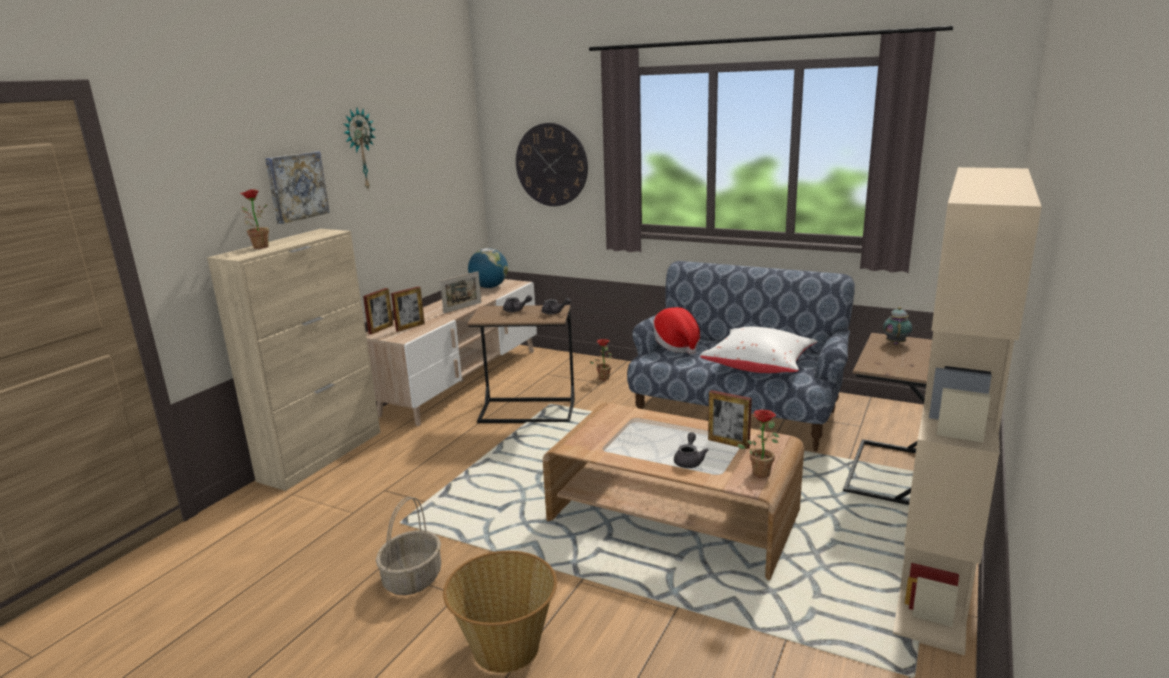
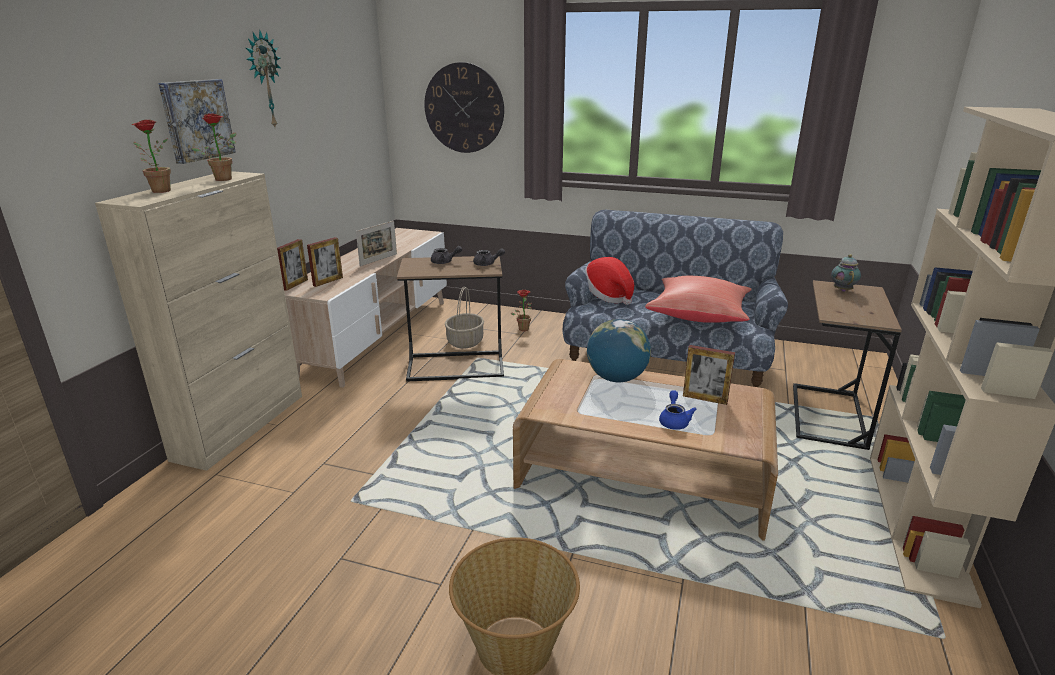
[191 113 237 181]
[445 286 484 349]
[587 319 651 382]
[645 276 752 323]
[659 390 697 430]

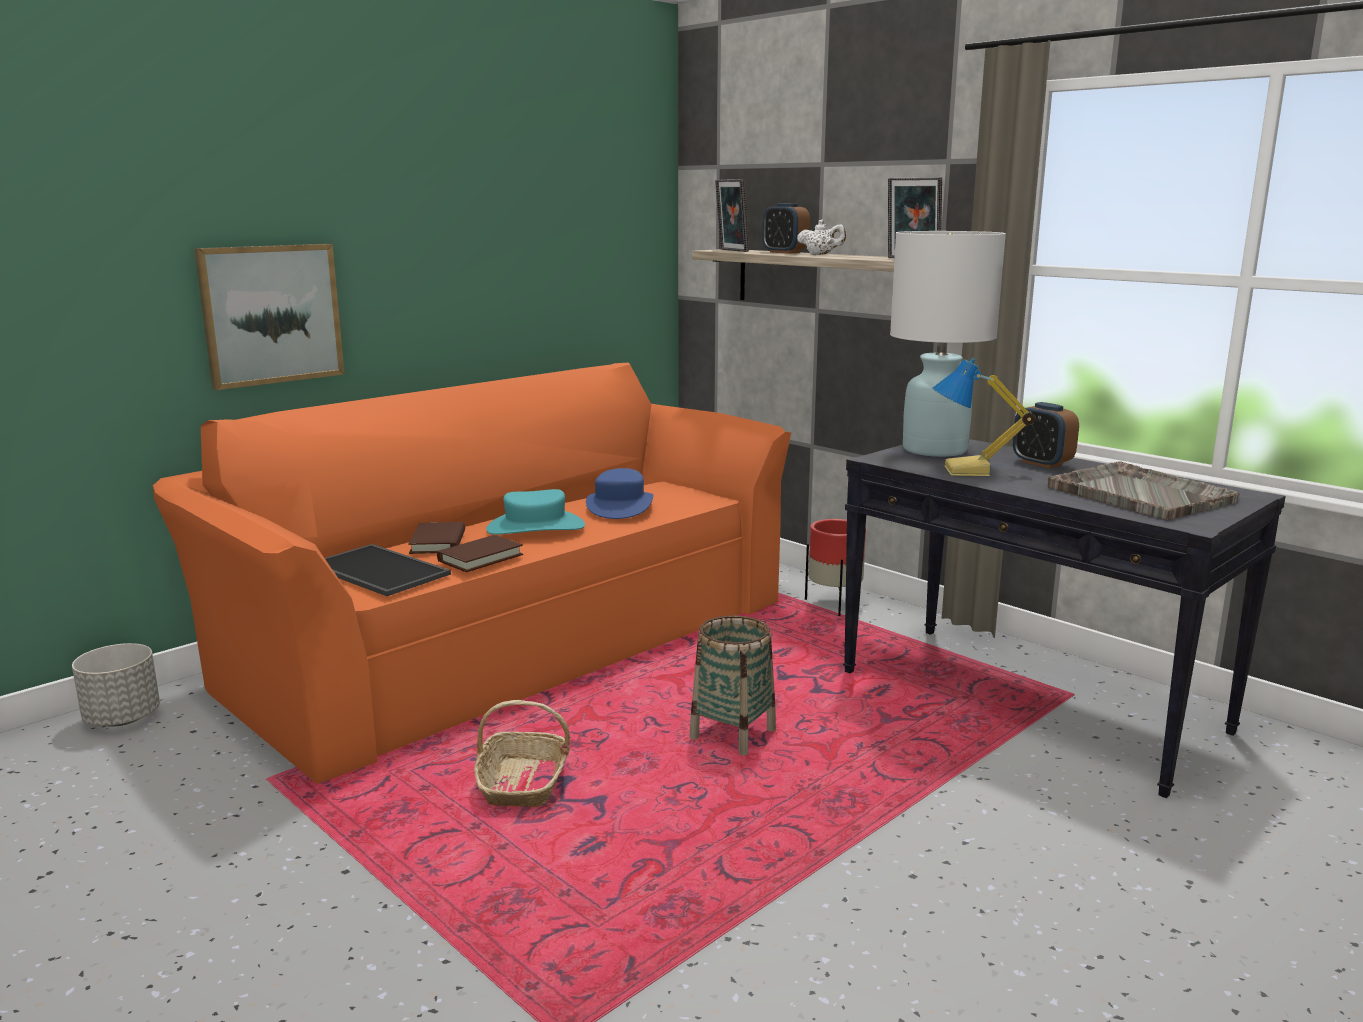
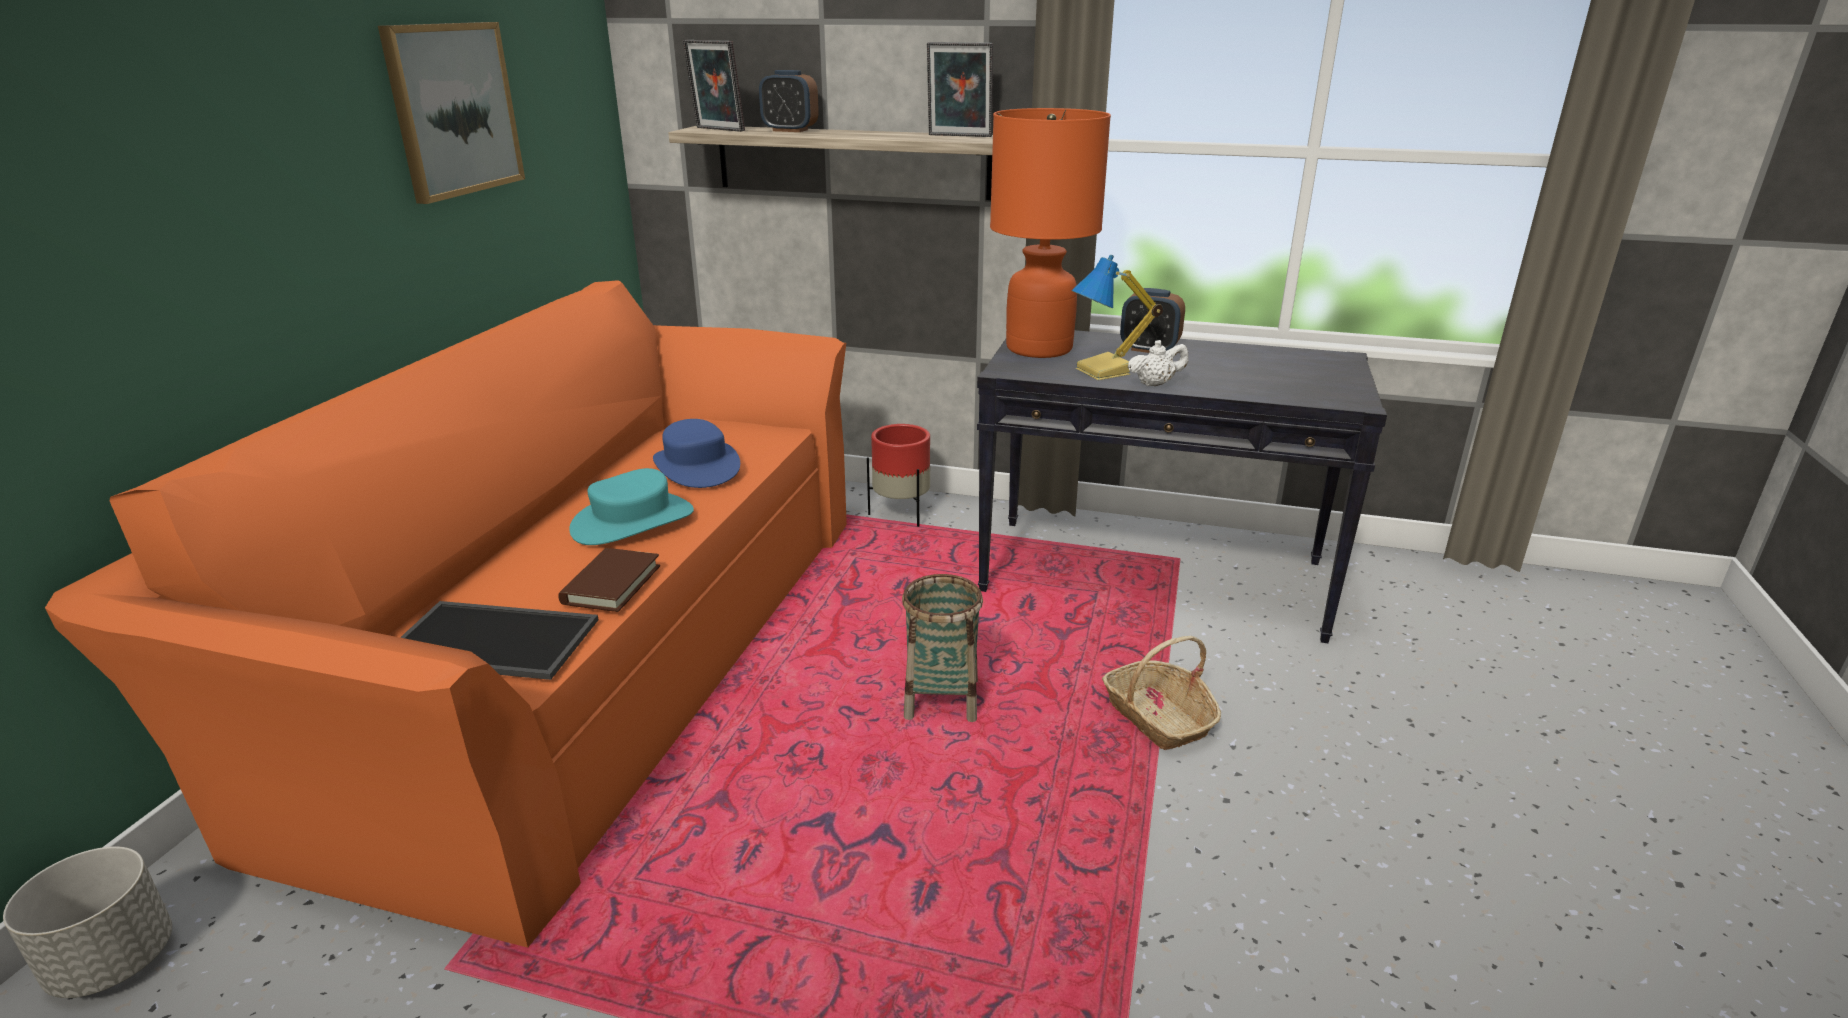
[378 22 525 204]
[990 108 1111 358]
[1102 636 1221 750]
[1128 340 1189 386]
[408 522 465 554] (first image)
[1048 462 1240 520] (first image)

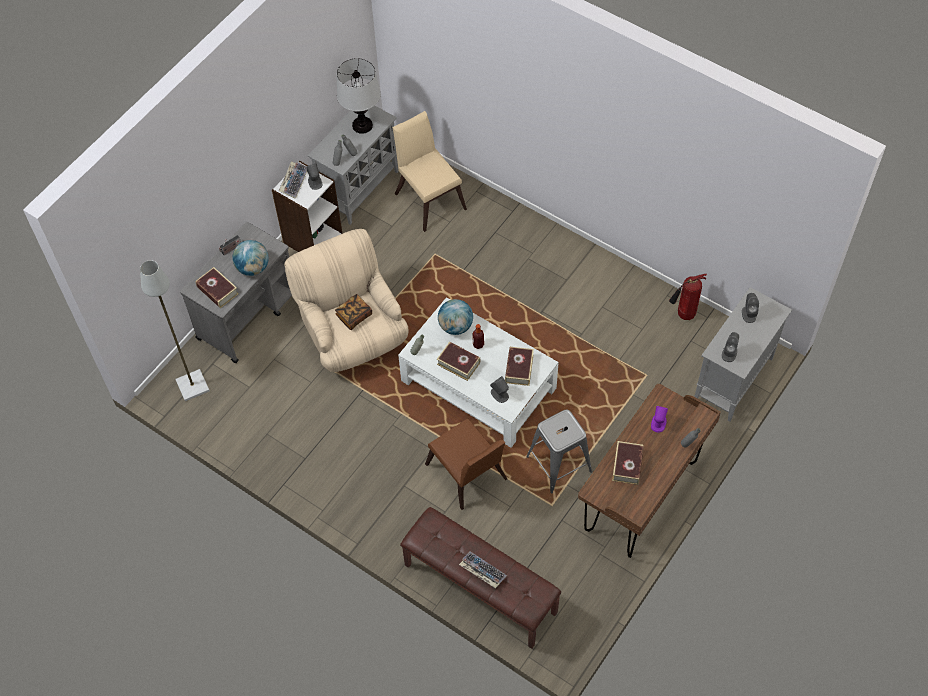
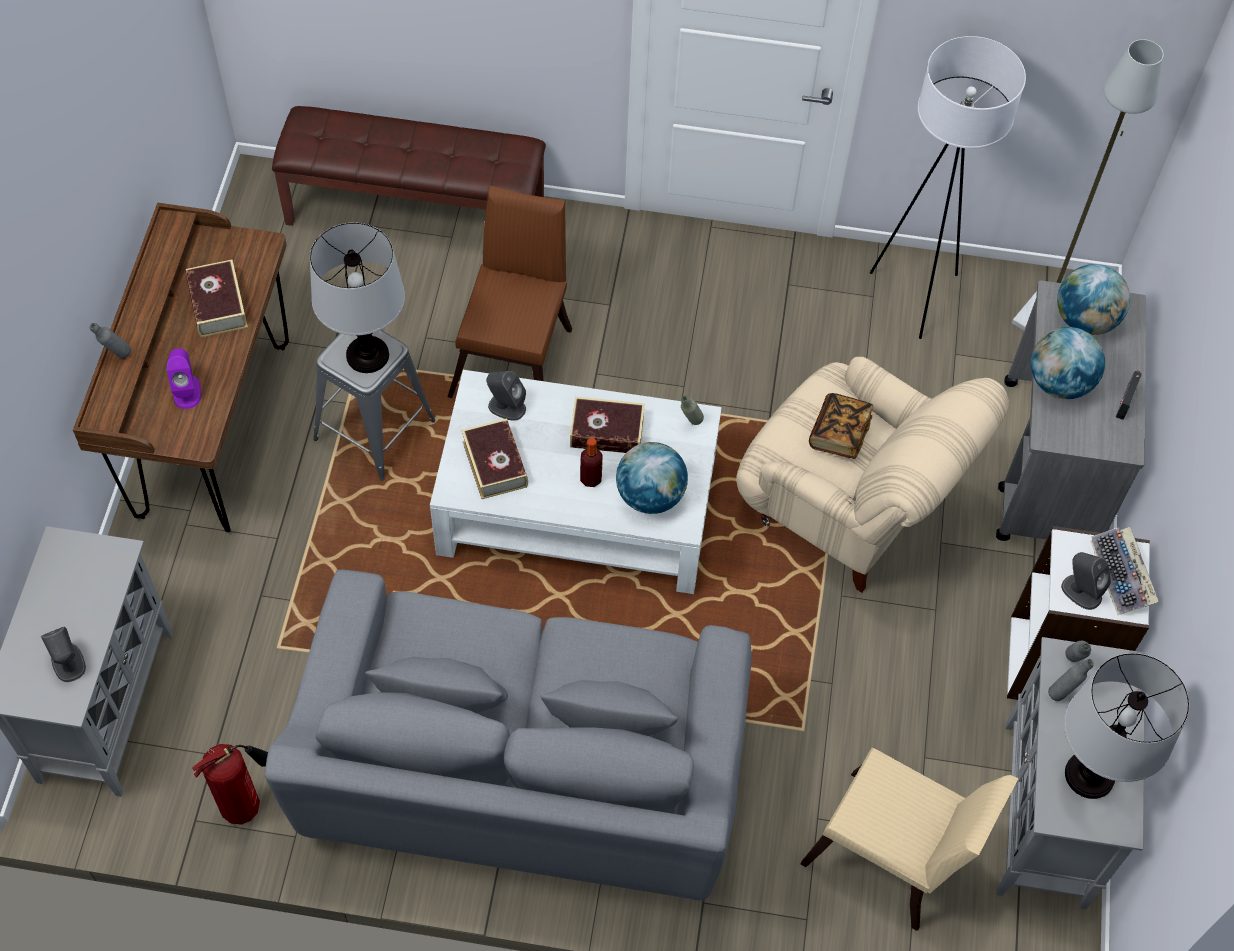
[264 569 752 901]
[310 223 405 373]
[448 186 572 398]
[870 36 1026 339]
[1057 264 1130 335]
[459 551 507 588] (first image)
[722 332 739 362] (first image)

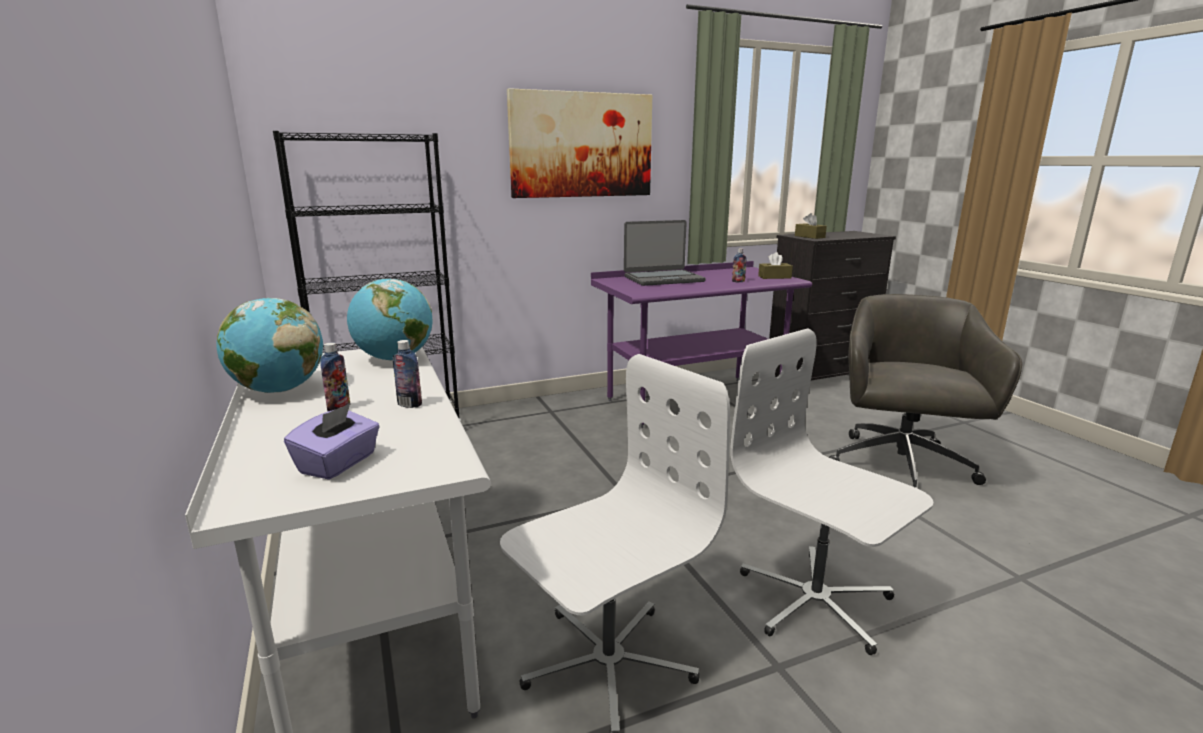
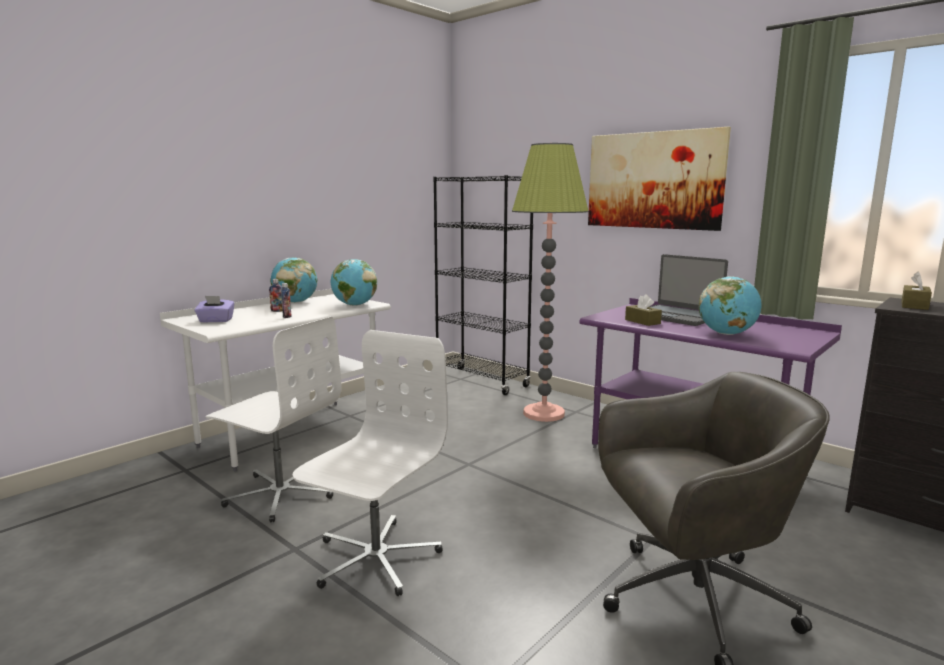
[512 143 589 422]
[625 294 662 326]
[699 276 761 335]

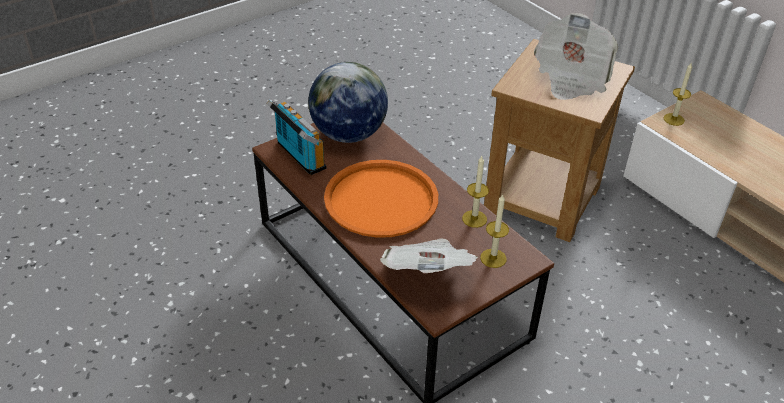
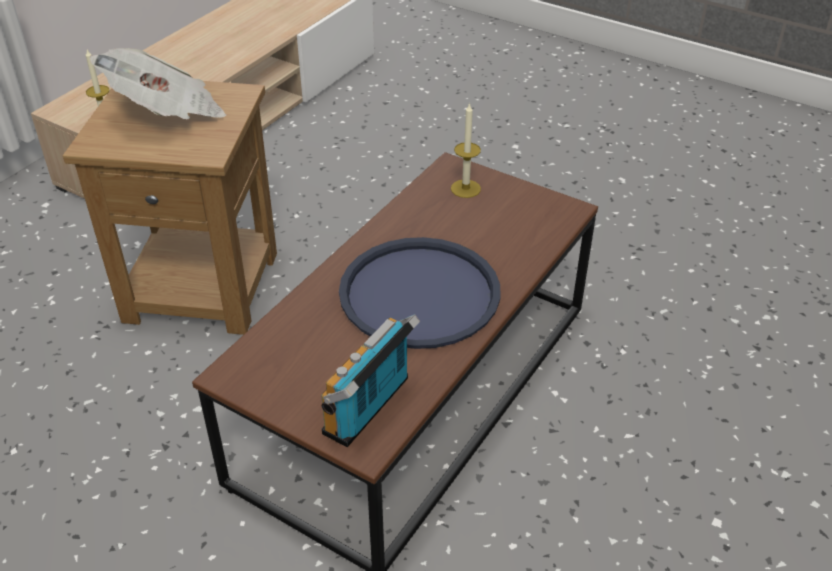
[339 237 500 349]
[308 62 388 143] (first image)
[380 238 478 273] (first image)
[462 156 489 228] (first image)

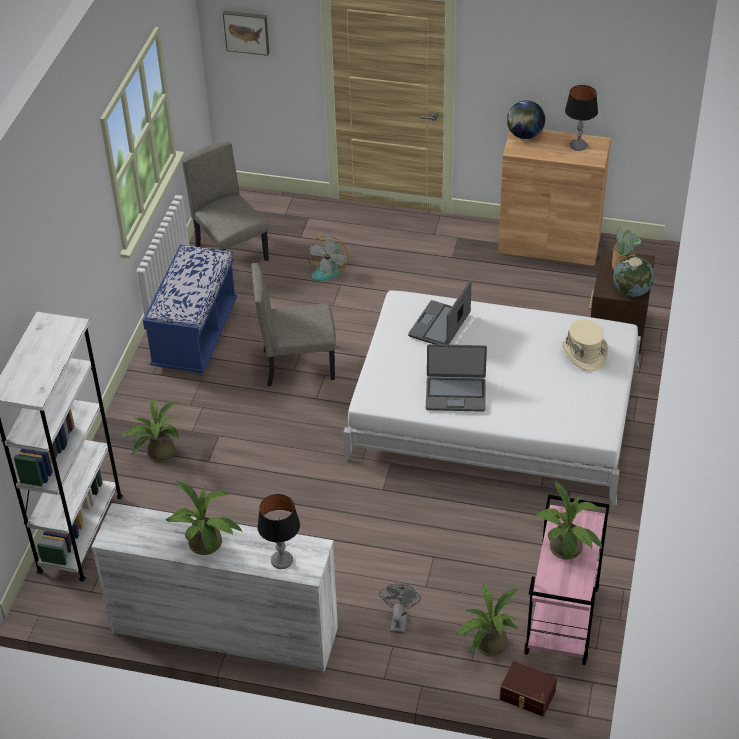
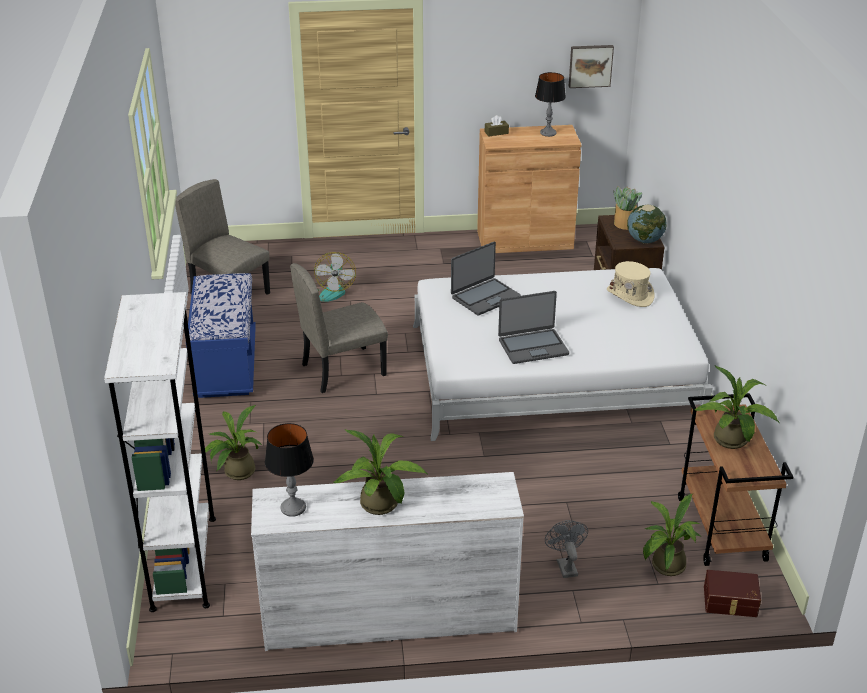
[265 423 314 517]
[451 242 521 316]
[485 115 509 137]
[569 45 614 88]
[678 393 793 566]

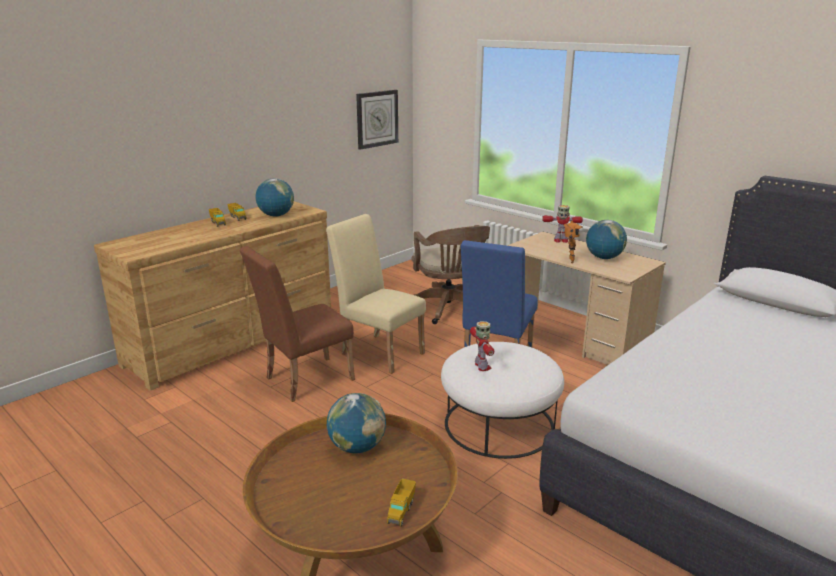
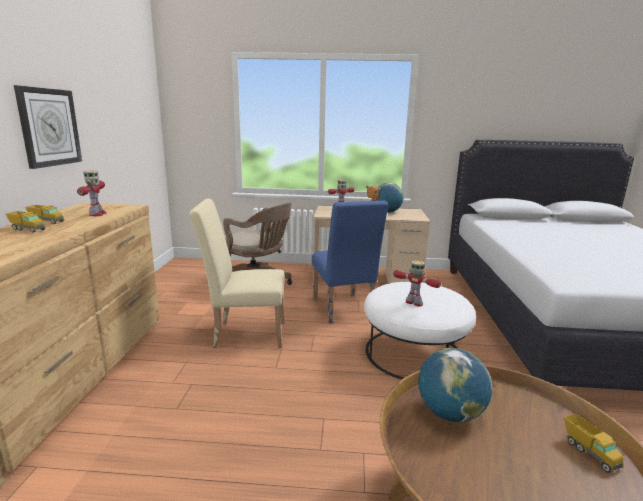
[14 85 82 169]
[77 170 107 216]
[240 246 355 402] (first image)

